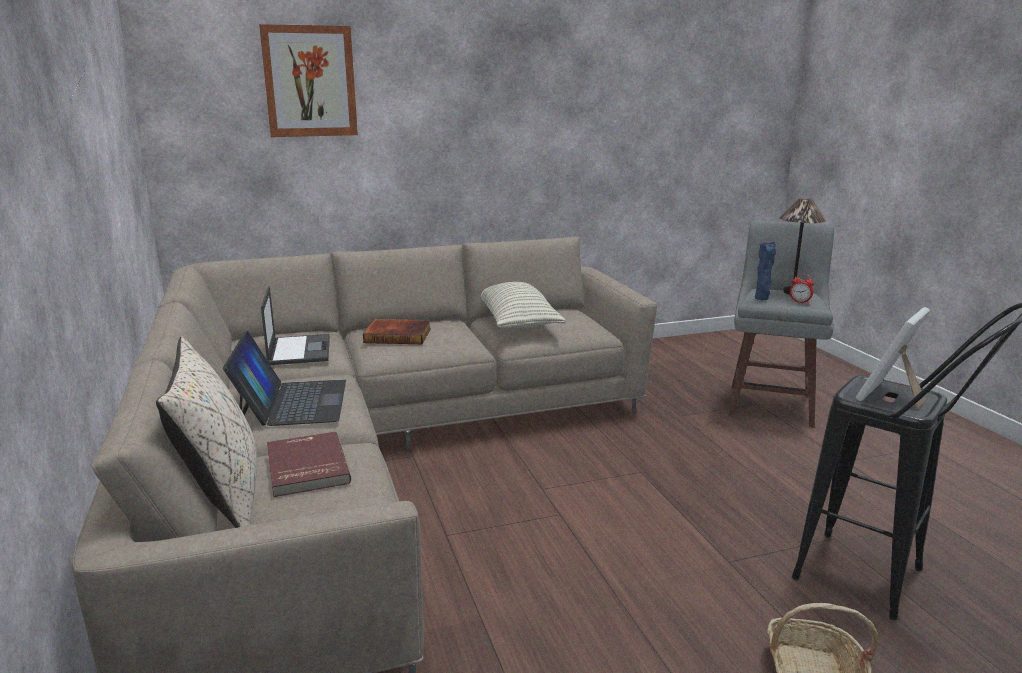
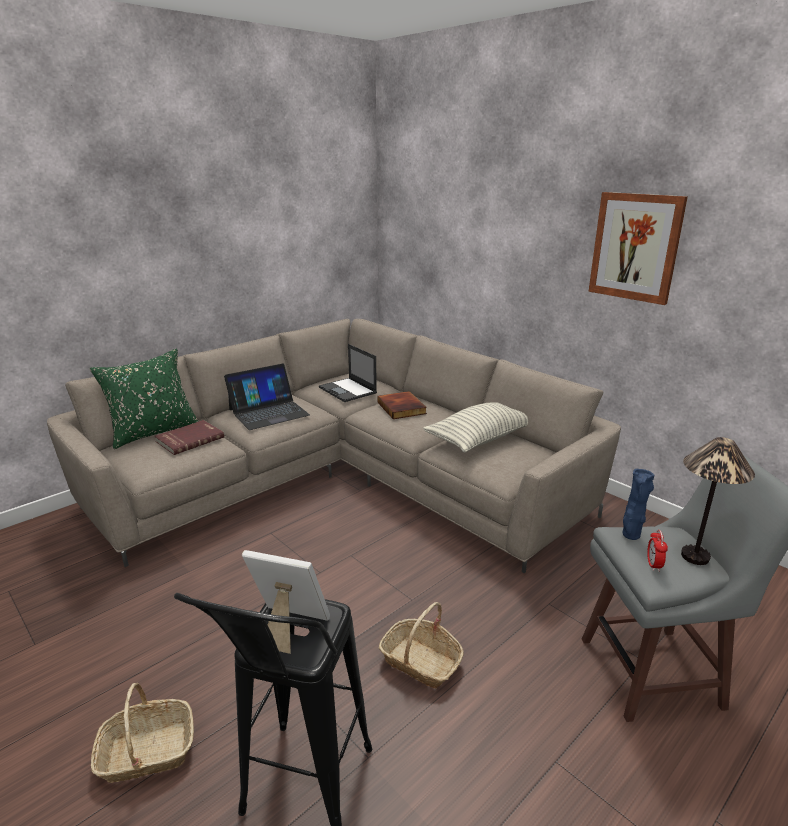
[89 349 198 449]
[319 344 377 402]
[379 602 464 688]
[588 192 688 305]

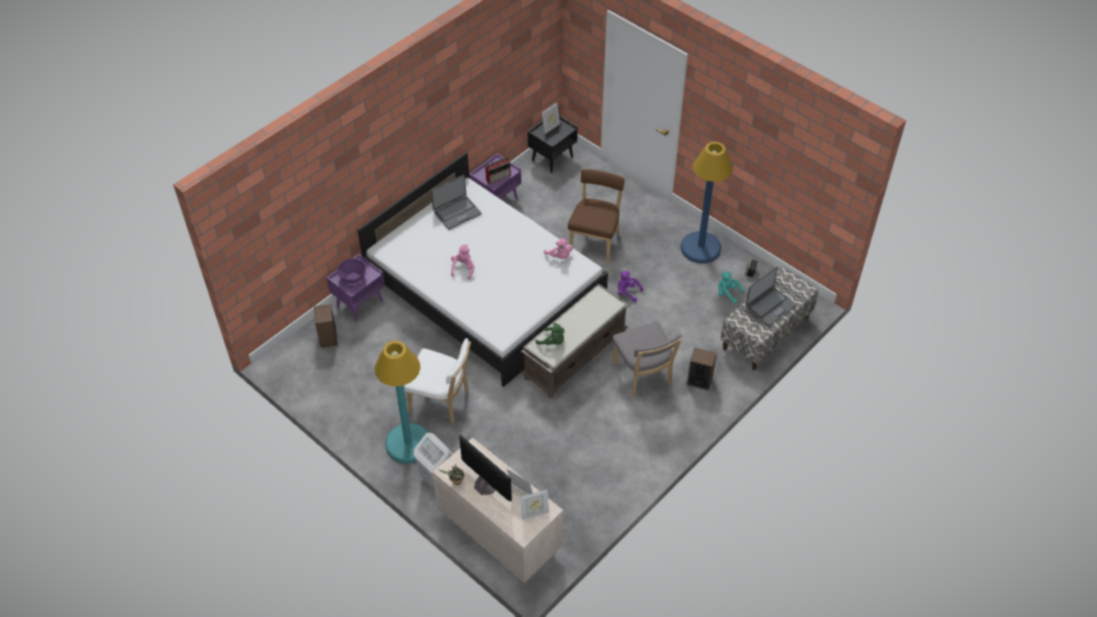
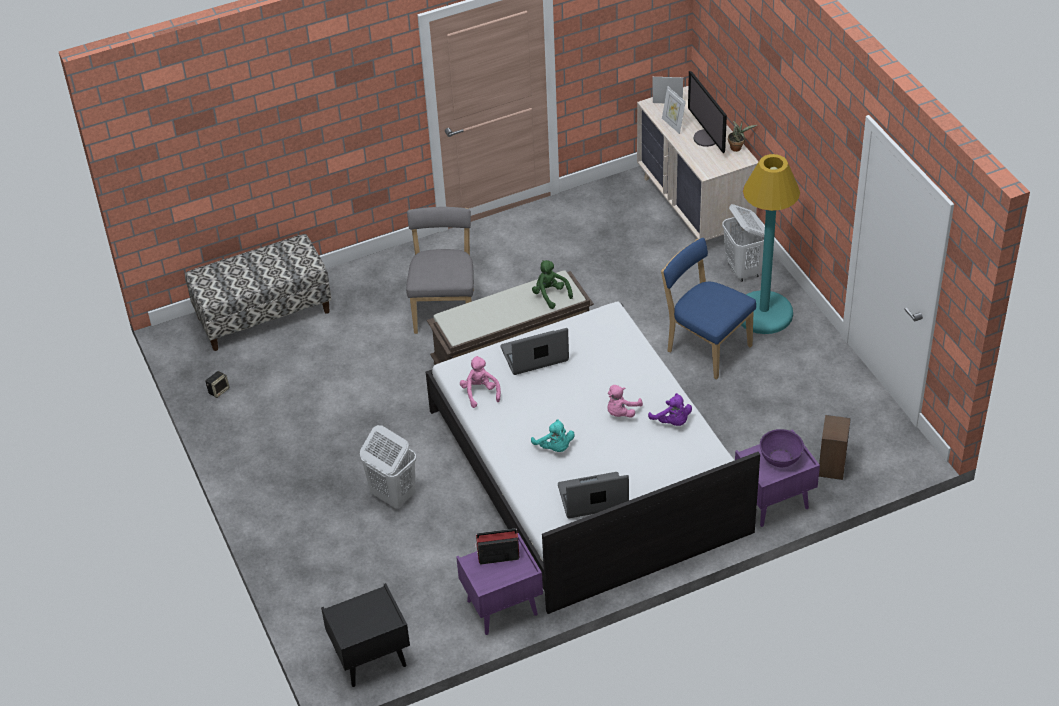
[360 425 416 508]
[500 328 569 375]
[531 419 575 452]
[648 393 692 426]
[661 238 756 380]
[542 103 560 134] (first image)
[681 142 733 263] (first image)
[687 347 717 391] (first image)

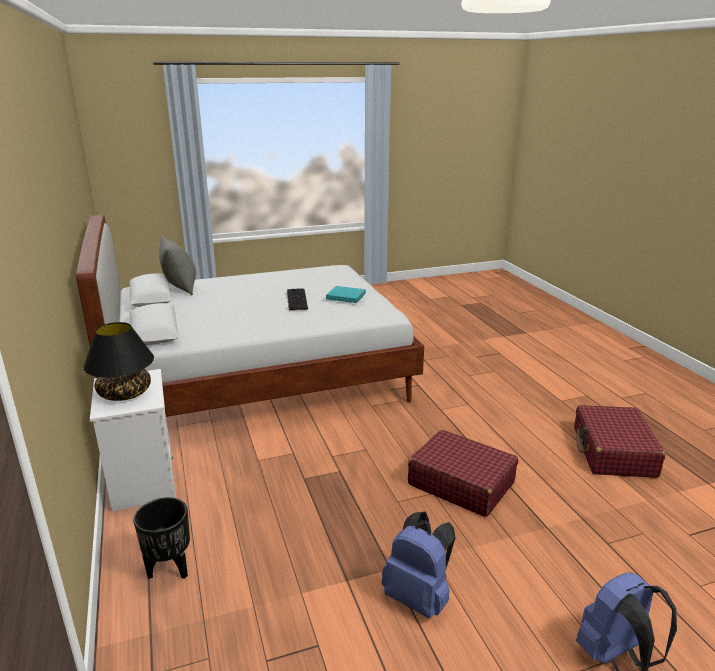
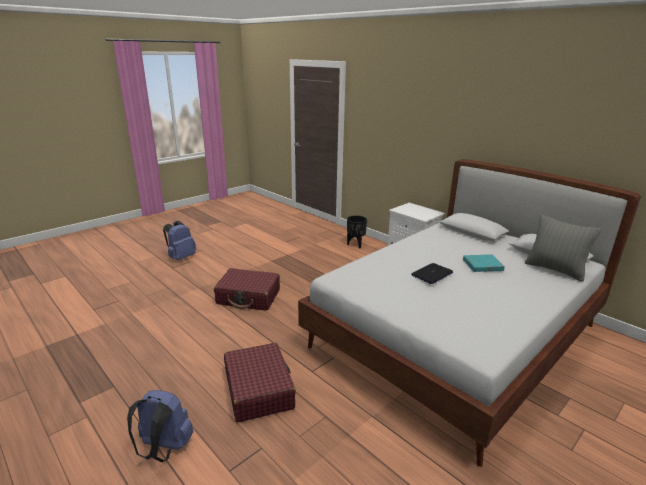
[127 390 194 462]
[224 343 296 422]
[411 263 453 284]
[463 254 505 272]
[84 322 154 401] (first image)

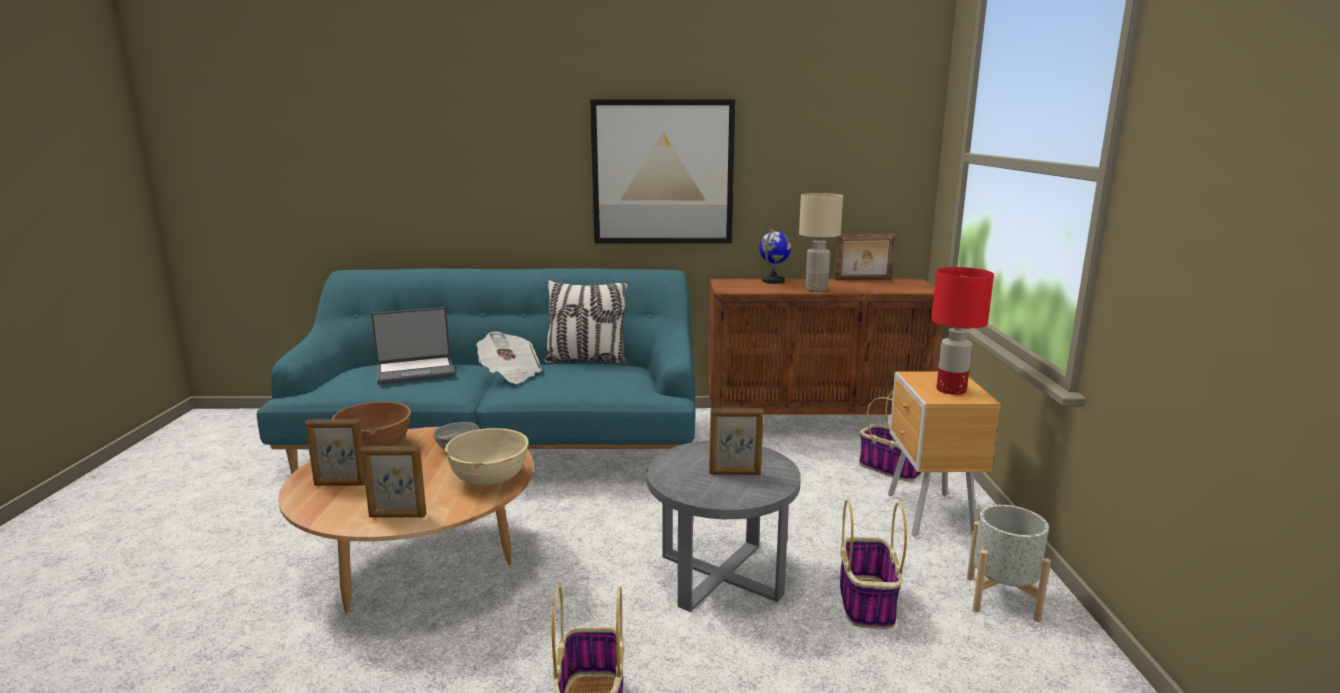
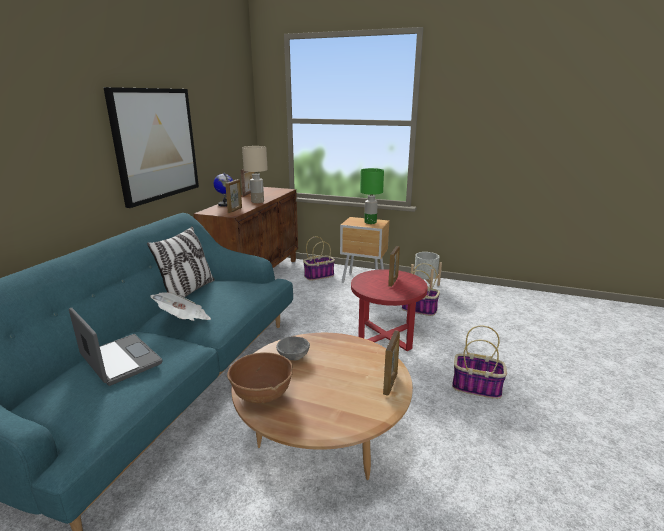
[69 308 163 386]
[225 179 242 213]
[351 269 428 351]
[360 168 384 224]
[445 428 529 486] (first image)

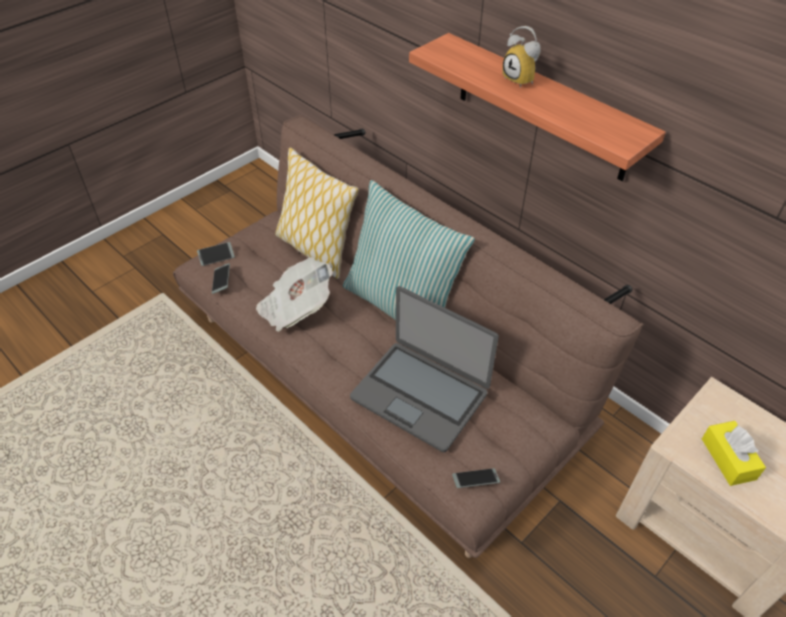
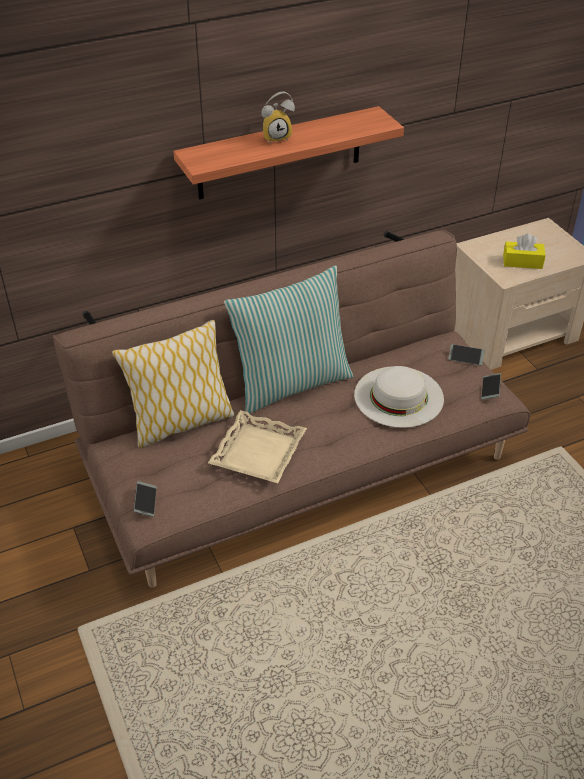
[208 410 307 483]
[354 366 444 428]
[448 344 485 365]

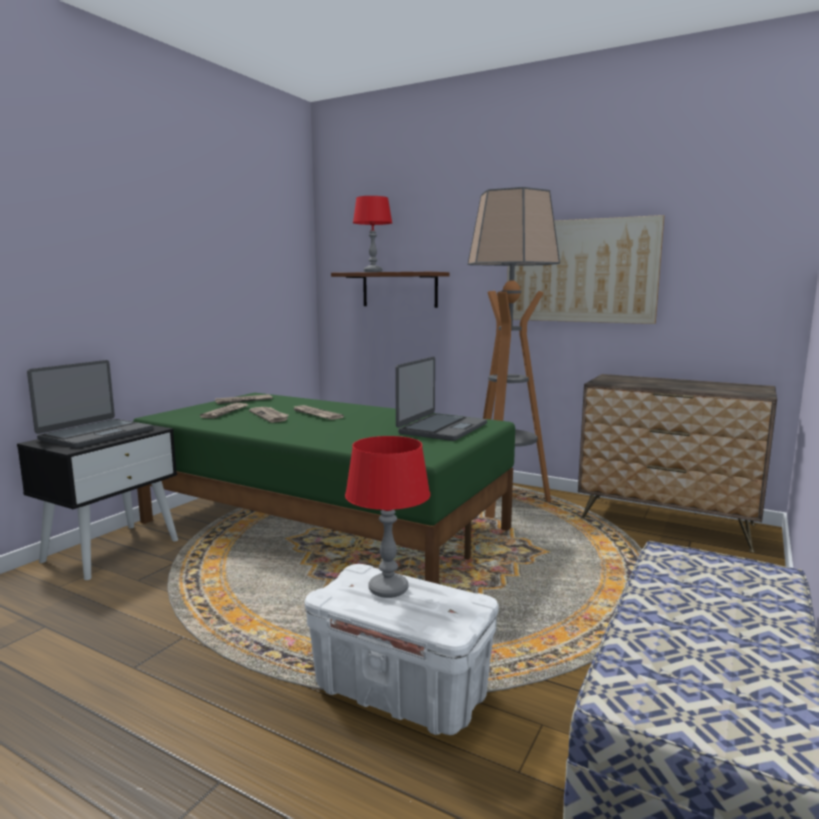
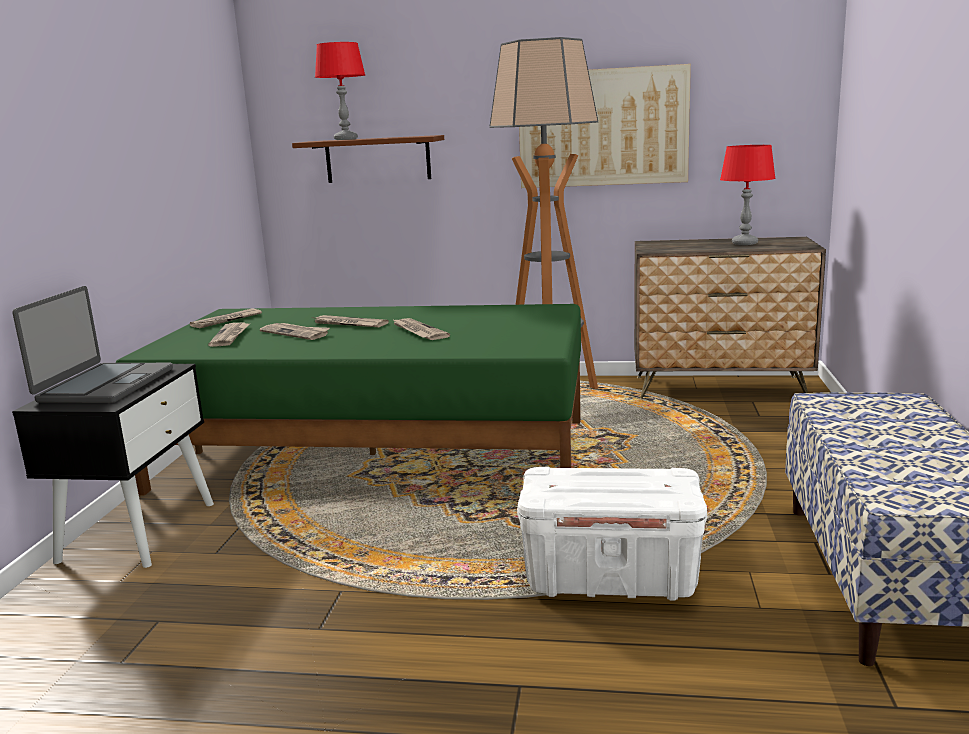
[392 318 450 340]
[720 145 776 245]
[395 356 487 441] (first image)

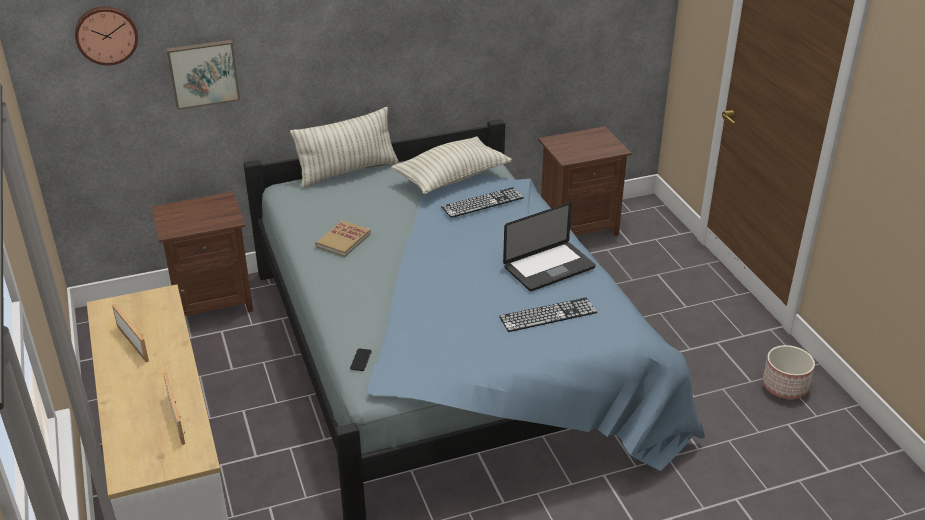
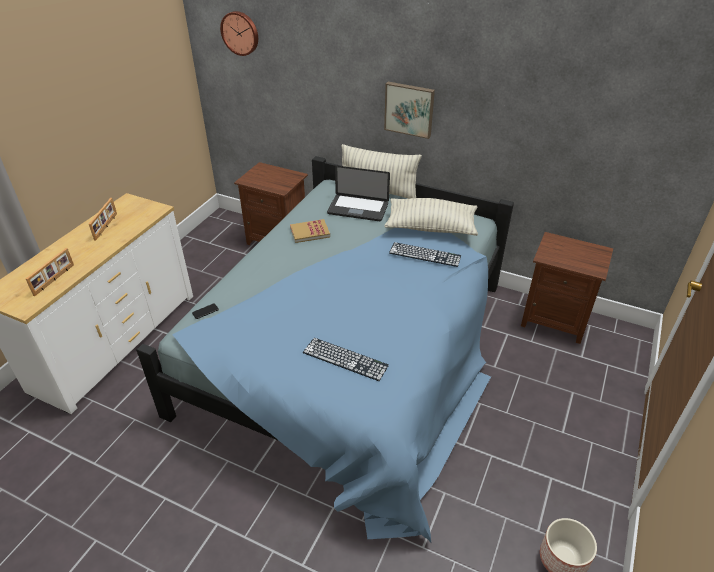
[327 166 390 221]
[384 82 435 139]

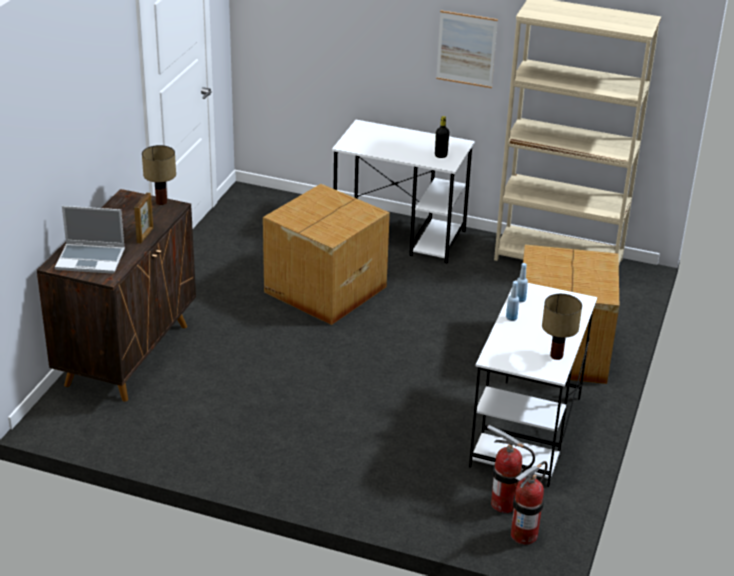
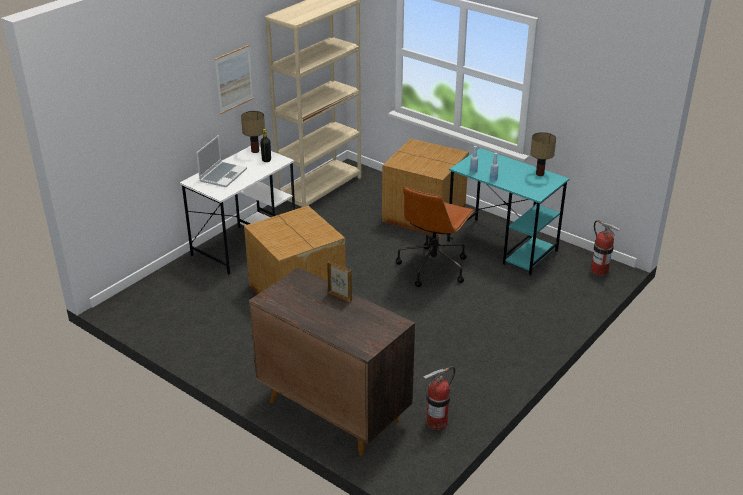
[196 135 247 187]
[241 111 265 153]
[396 187 475 287]
[423 366 455 430]
[447 148 570 275]

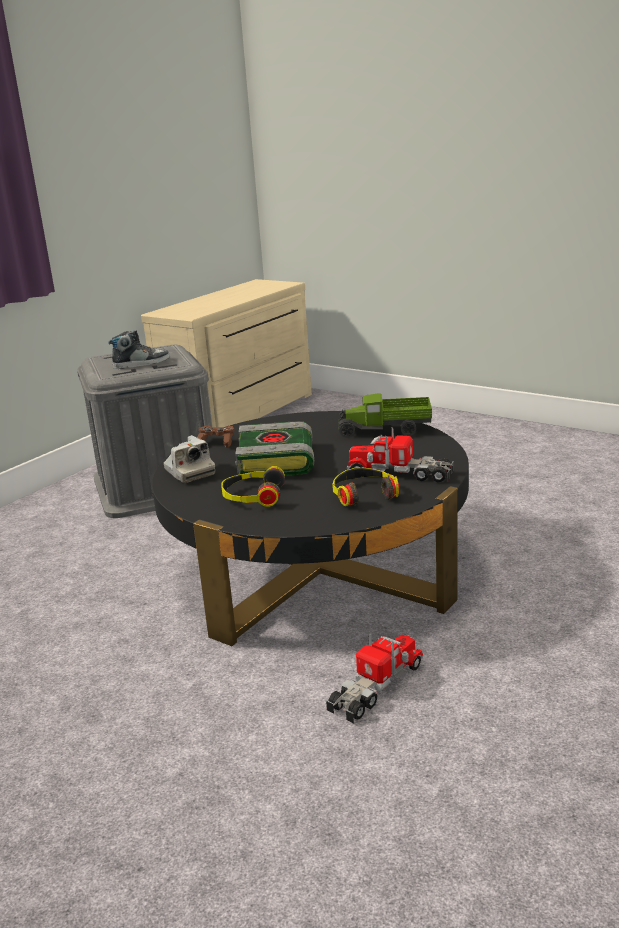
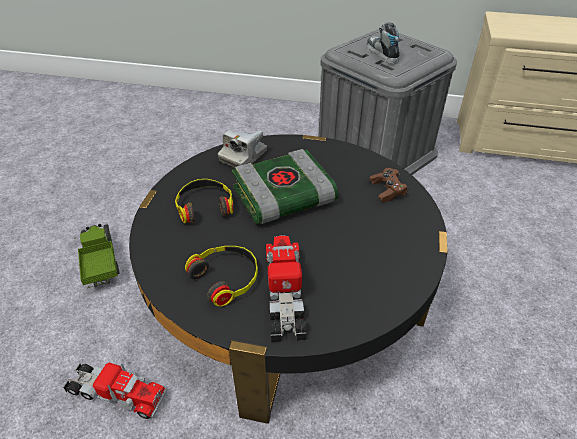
[74 224 120 288]
[367 22 400 64]
[369 168 408 202]

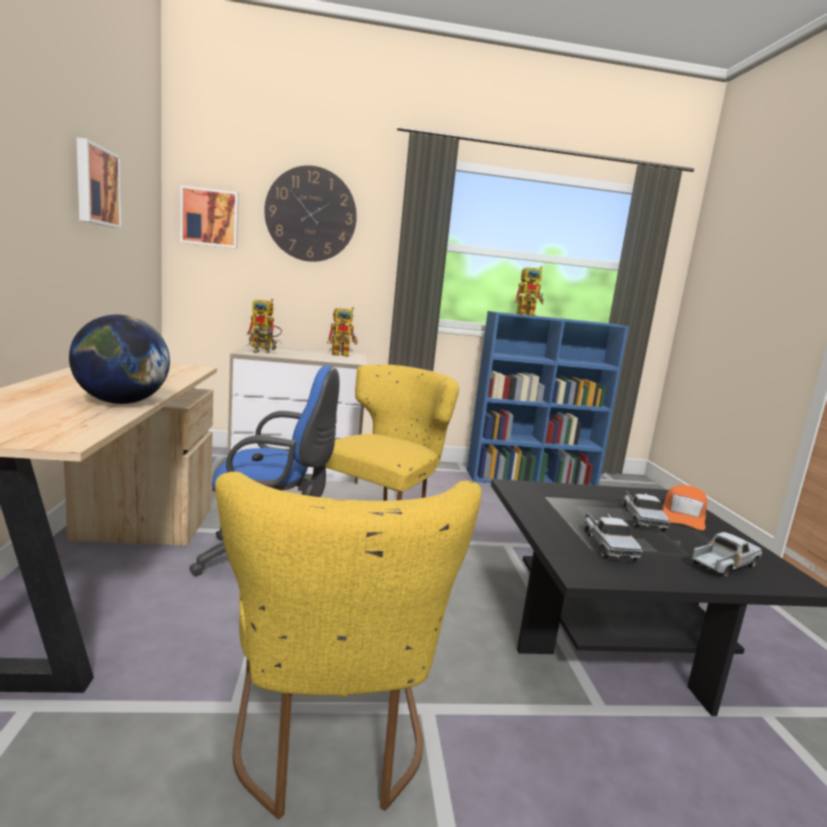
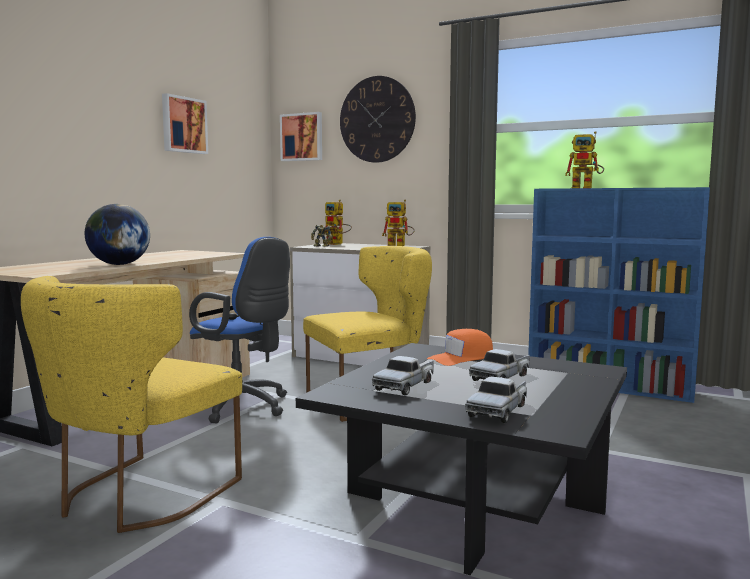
[427 329 493 366]
[465 377 527 423]

